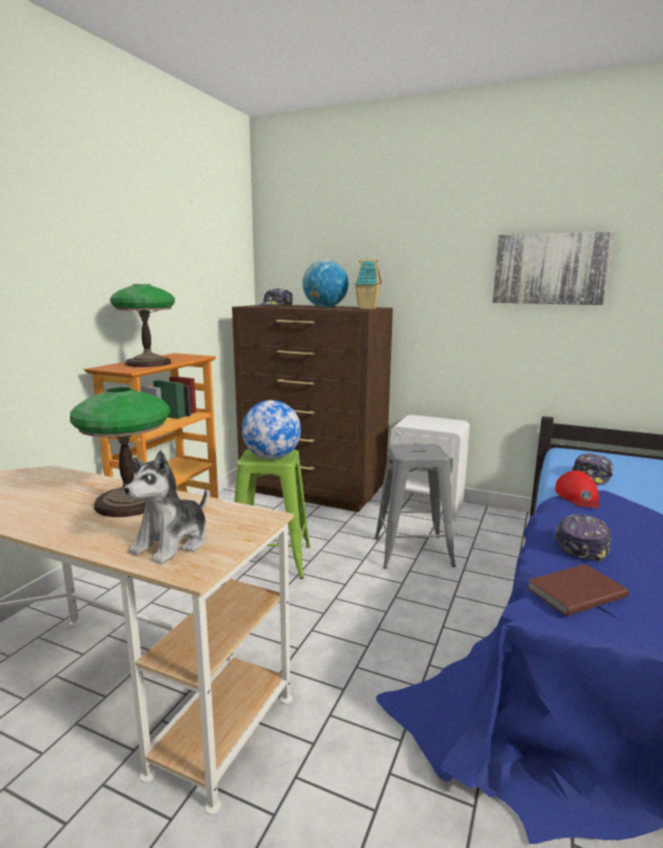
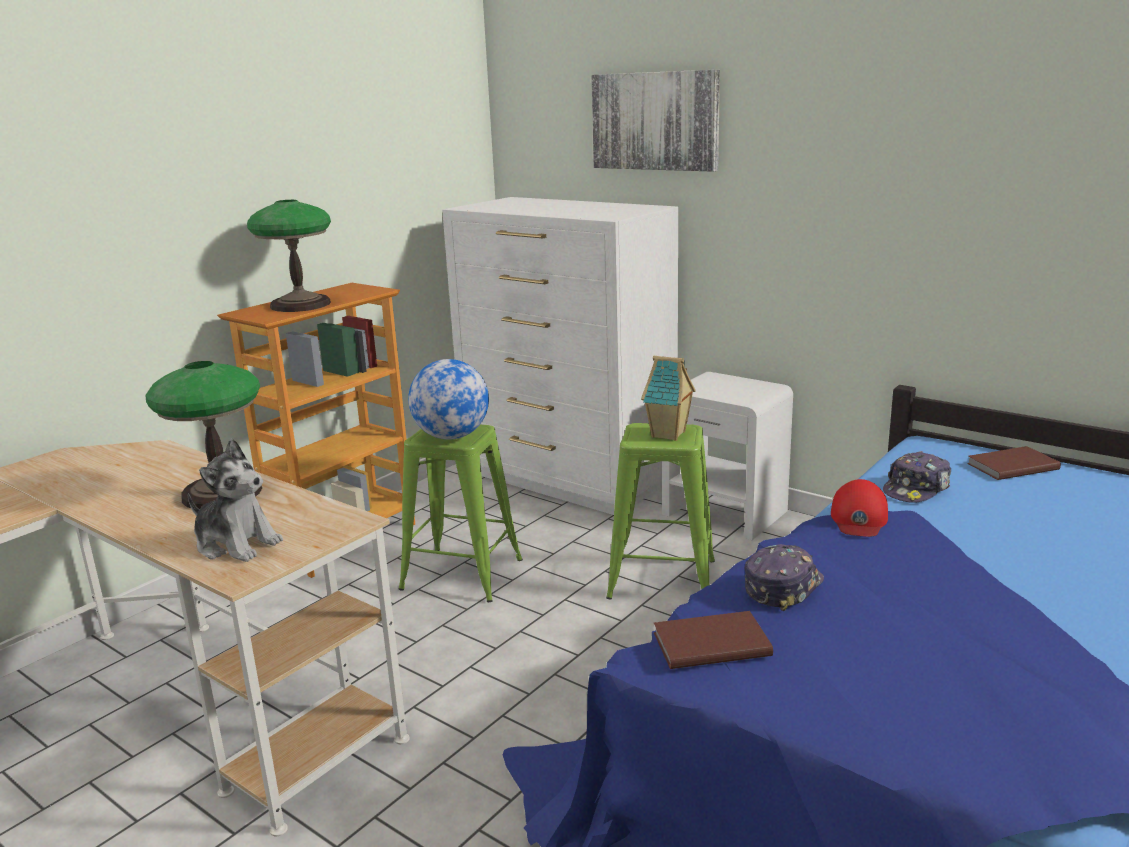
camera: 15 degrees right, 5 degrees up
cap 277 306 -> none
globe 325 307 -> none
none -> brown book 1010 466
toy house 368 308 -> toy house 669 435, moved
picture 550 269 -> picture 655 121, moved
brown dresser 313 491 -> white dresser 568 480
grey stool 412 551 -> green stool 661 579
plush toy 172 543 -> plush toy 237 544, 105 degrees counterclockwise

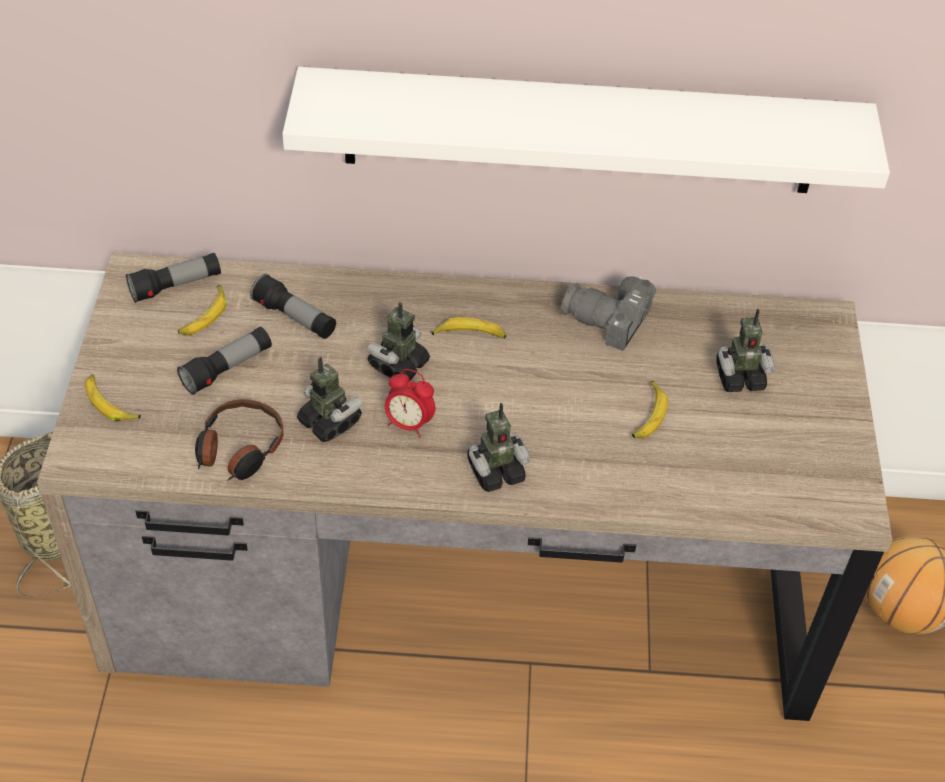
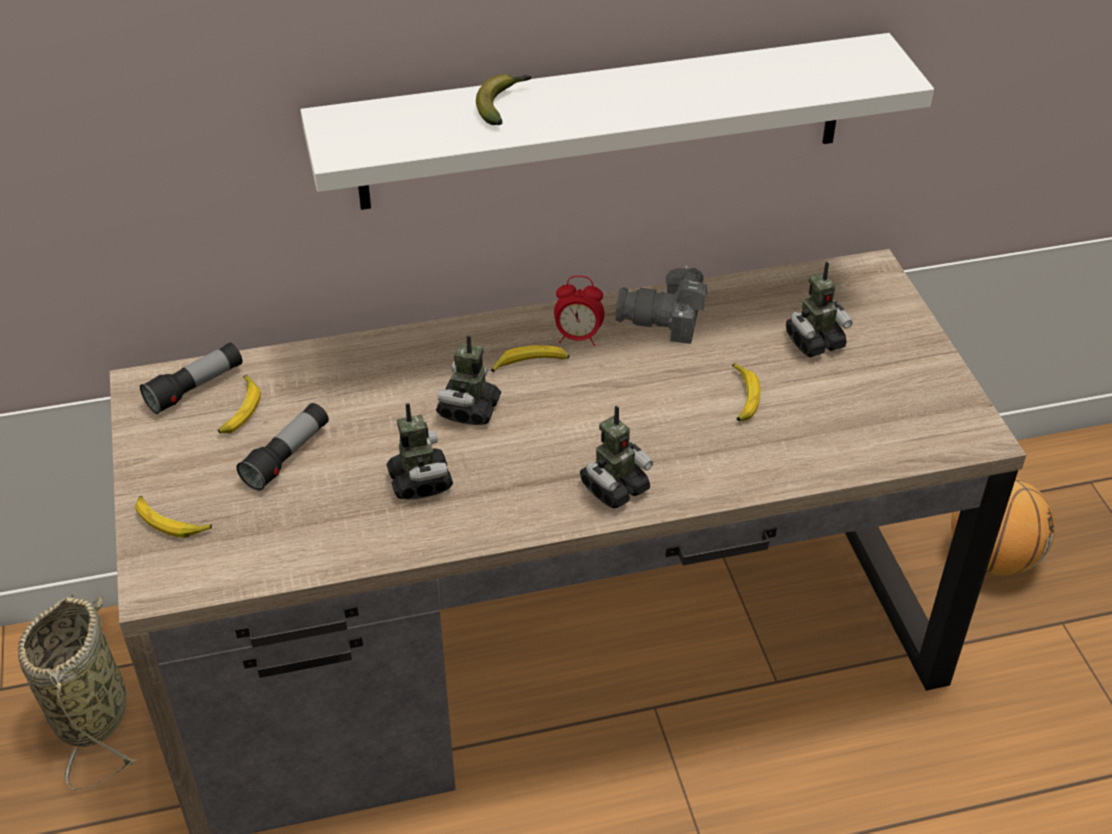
camera: 15 degrees left, 5 degrees down
headphones 239 449 -> none
flashlight 295 318 -> none
none -> banana 503 104
alarm clock 409 424 -> alarm clock 578 337, moved
toy robot 329 422 -> toy robot 420 482, 45 degrees clockwise

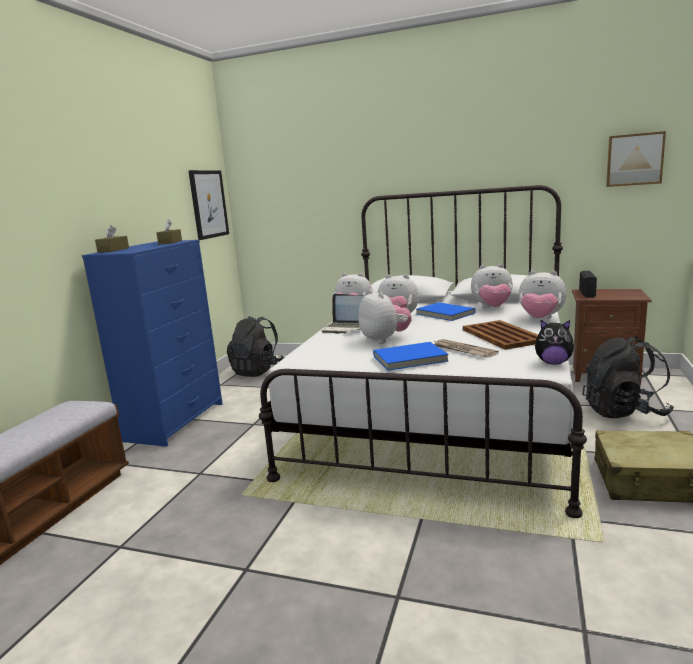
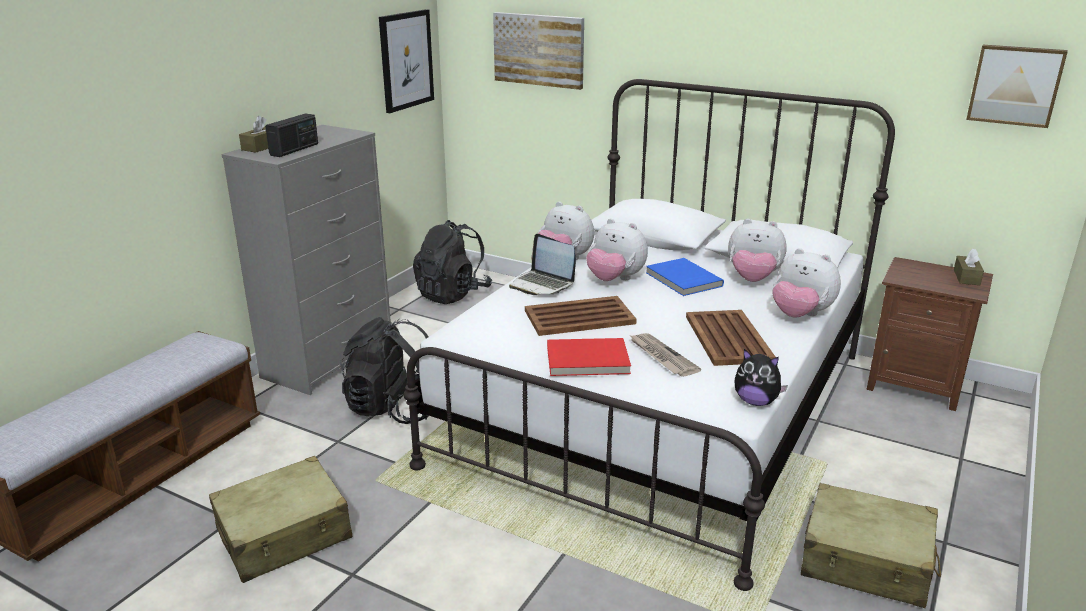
camera: 10 degrees right, 10 degrees up
none -> beige suitcase 285 534
none -> picture 539 50
brown tissue box 170 242 -> brown tissue box 966 277, moved
radio 587 293 -> radio 294 150, moved
black backpack 624 412 -> black backpack 393 408, moved
plush toy 385 340 -> brown tray 578 317
blue dresser 175 421 -> grey dresser 329 358
blue book 410 359 -> red book 587 361

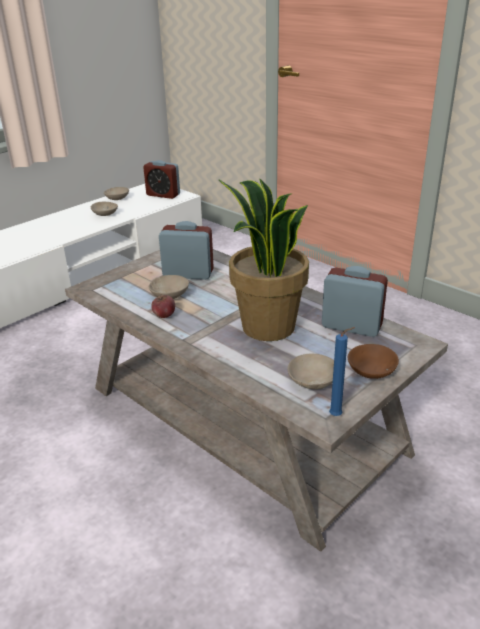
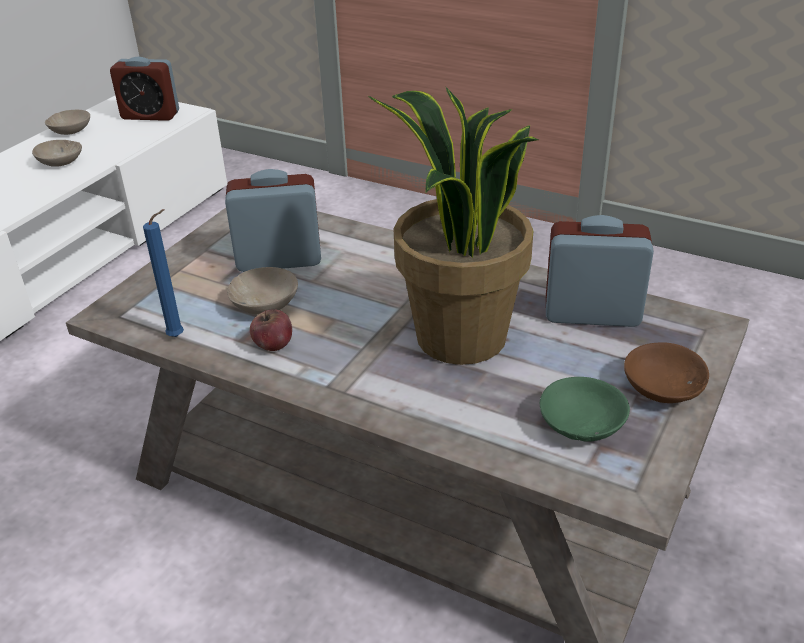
camera: 15 degrees left, 5 degrees up
blue candle 337 416 -> blue candle 179 336, moved
beige bowl 313 380 -> green bowl 582 423

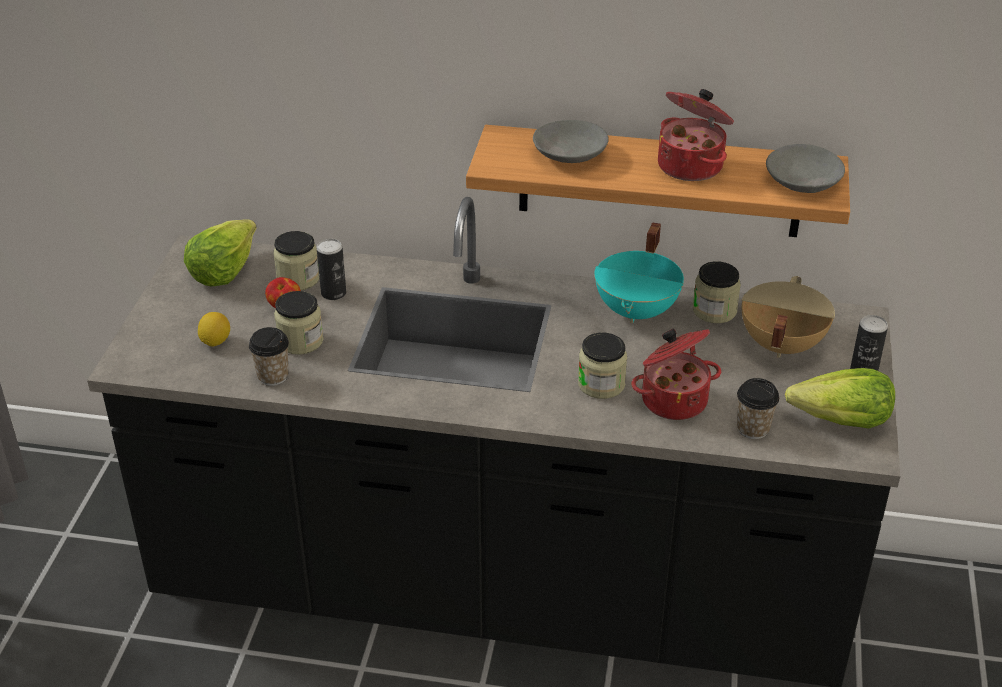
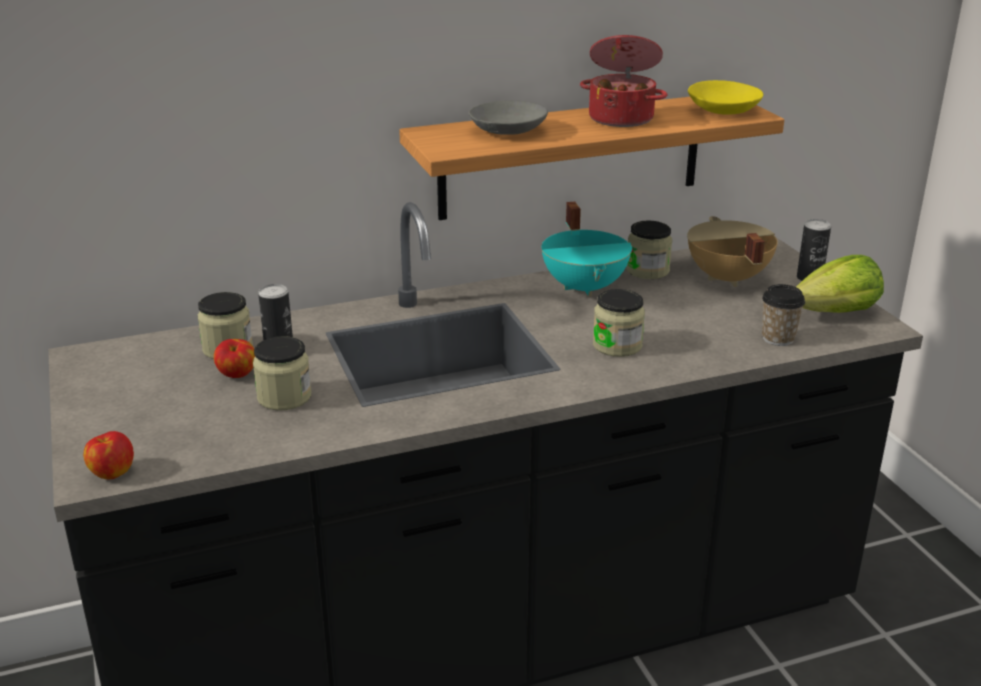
camera: 30 degrees left, 10 degrees down
lettuce 223 270 -> none
lemon 215 341 -> none
cup 273 376 -> none
cooking pot 673 399 -> none
none -> apple 112 473
grey bowl 803 182 -> yellow bowl 724 110

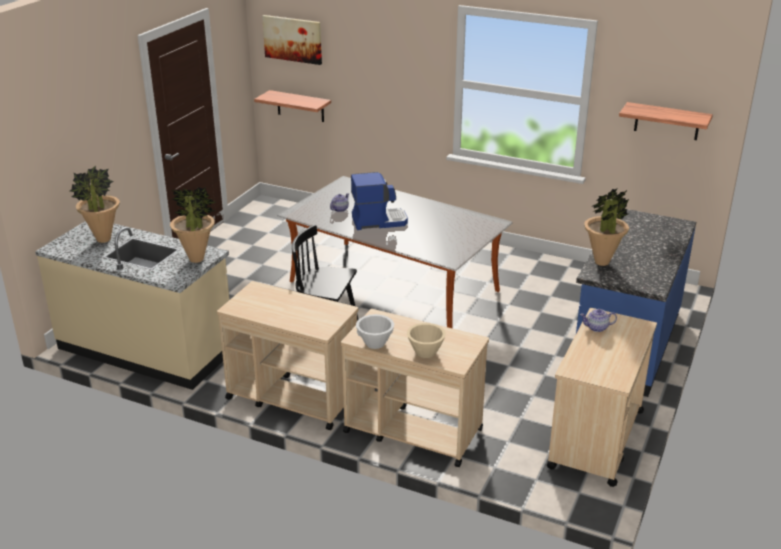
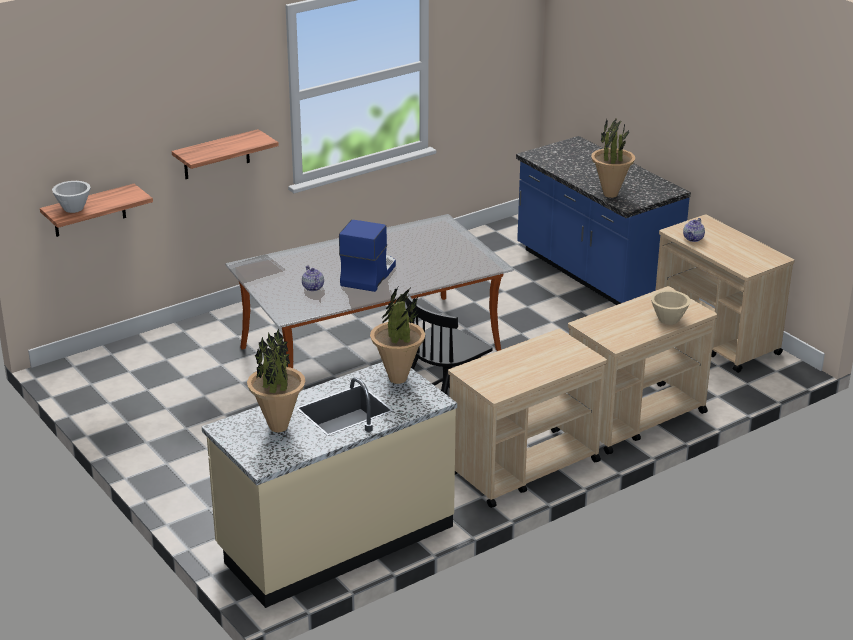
camera: 60 degrees left, 0 degrees up
picture 293 39 -> none
white bowl 375 343 -> white bowl 73 208, moved
shelf 667 121 -> shelf 216 155, moved

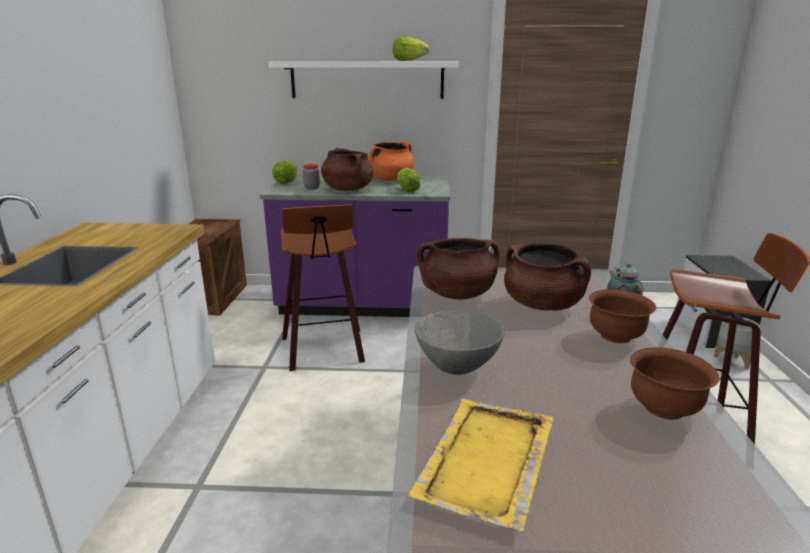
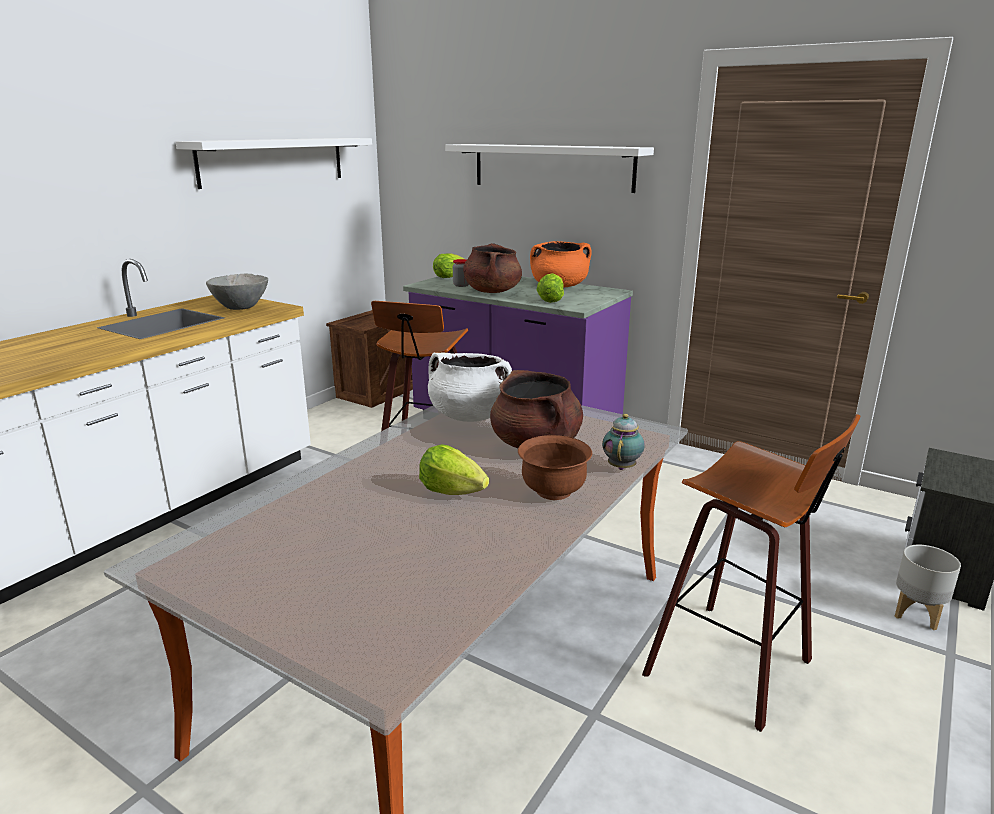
camera: 30 degrees right, 0 degrees up
yellow tray 486 462 -> none
brown bowl 664 409 -> none
none -> white shelf 273 161
lettuce 408 61 -> lettuce 452 491, moved
grey bowl 457 366 -> grey bowl 241 308, moved
brown cooking pot 457 294 -> white cooking pot 470 416

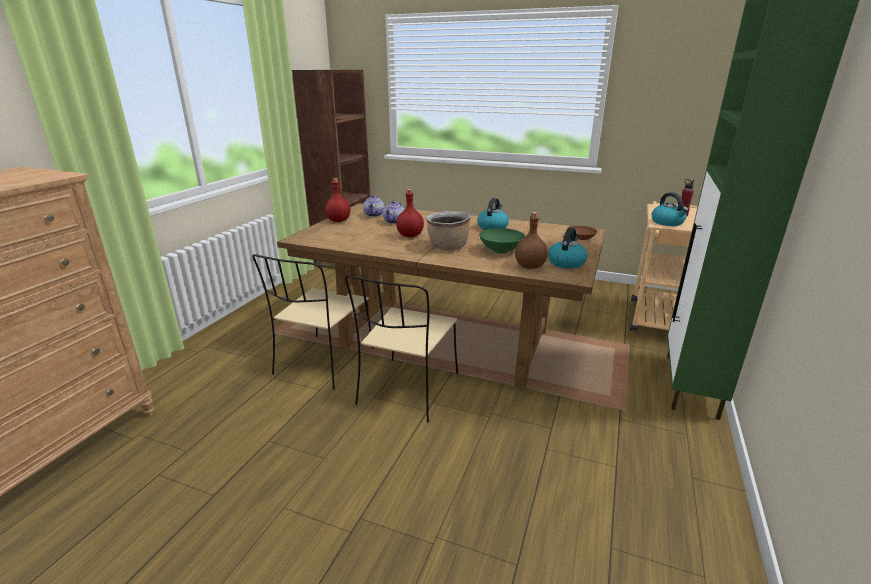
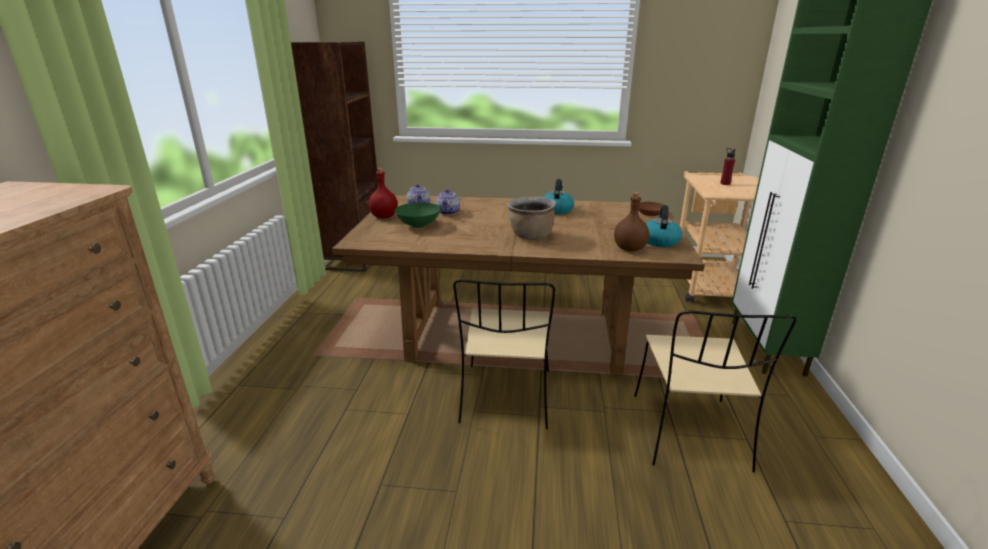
camera: 15 degrees left, 0 degrees up
red bottle 409 236 -> none
kettle 668 222 -> none
beige chair 323 363 -> beige chair 690 433, moved
green bowl 500 251 -> green bowl 418 225, moved

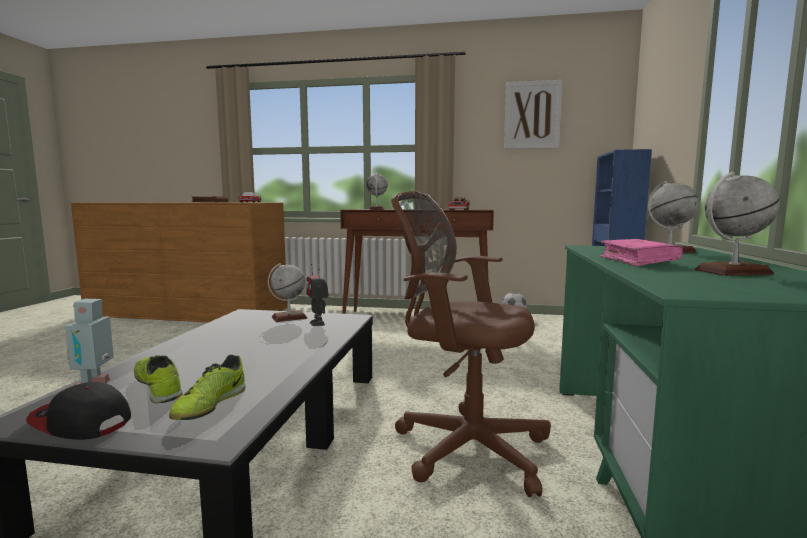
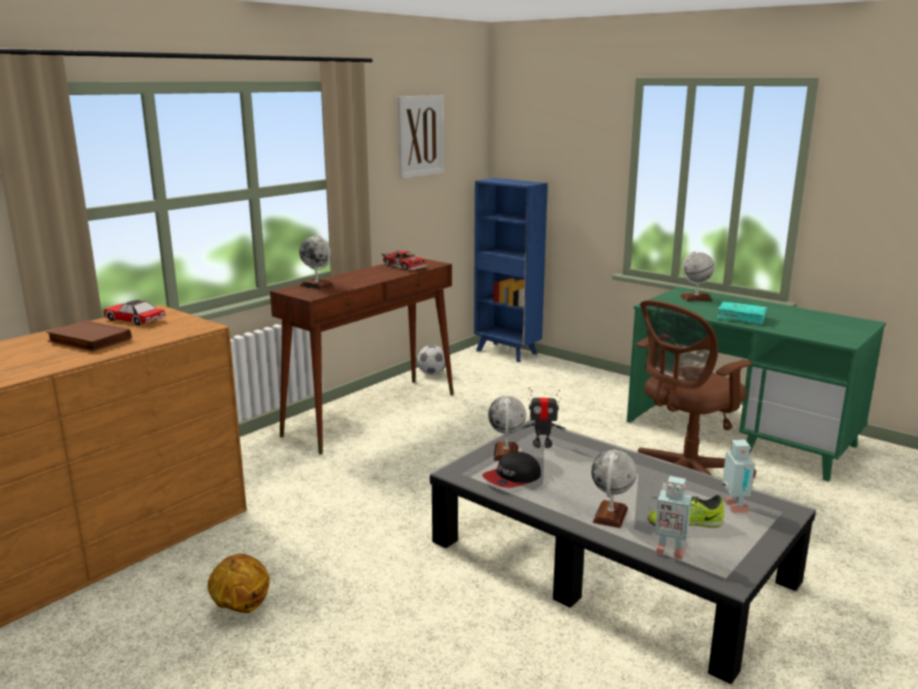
camera: 60 degrees left, 10 degrees up
none -> basketball 241 607
cap 80 421 -> cap 512 478, moved
globe 732 272 -> globe 610 515, moved
shoe 210 406 -> toy robot 733 507
pink book 637 261 -> turquoise book 741 318

